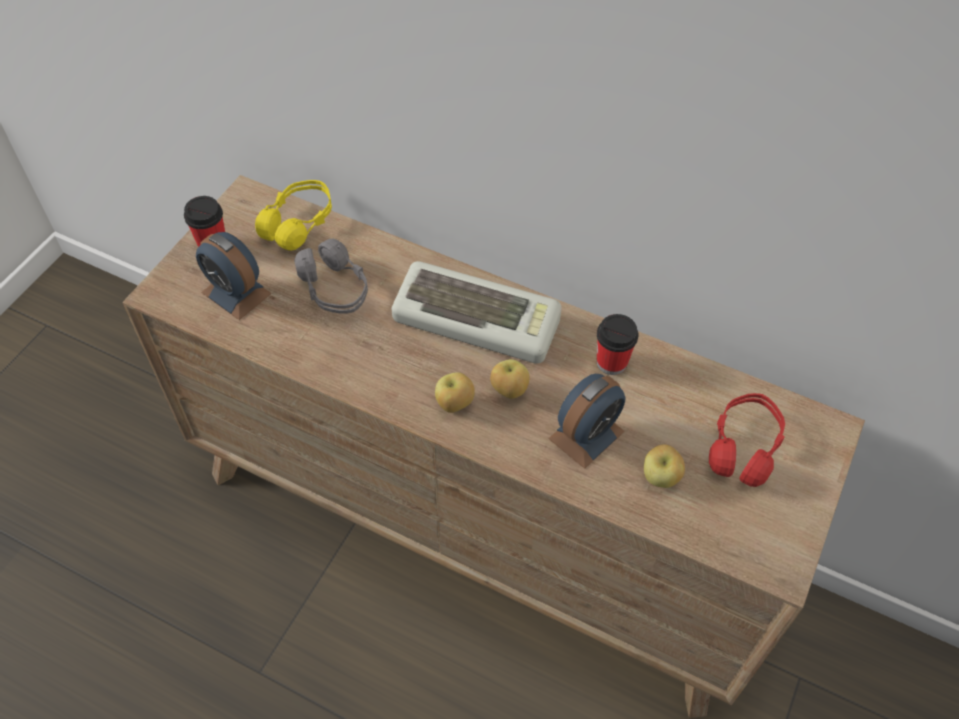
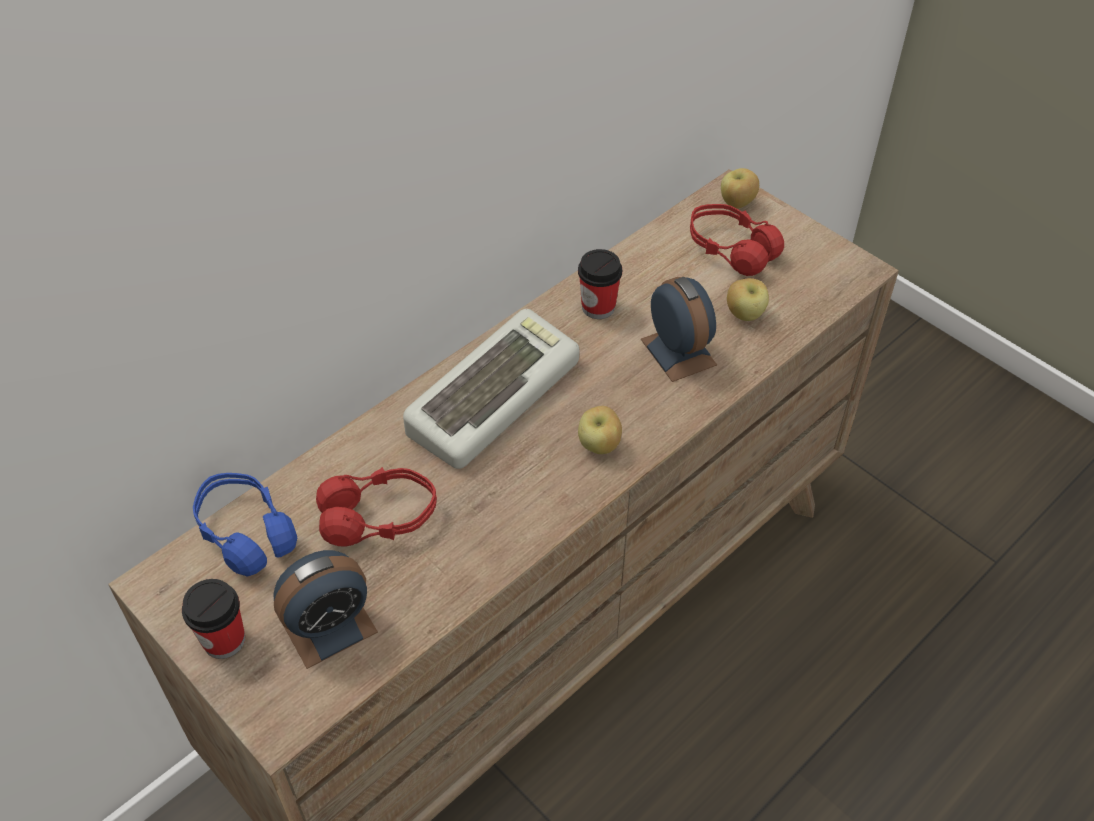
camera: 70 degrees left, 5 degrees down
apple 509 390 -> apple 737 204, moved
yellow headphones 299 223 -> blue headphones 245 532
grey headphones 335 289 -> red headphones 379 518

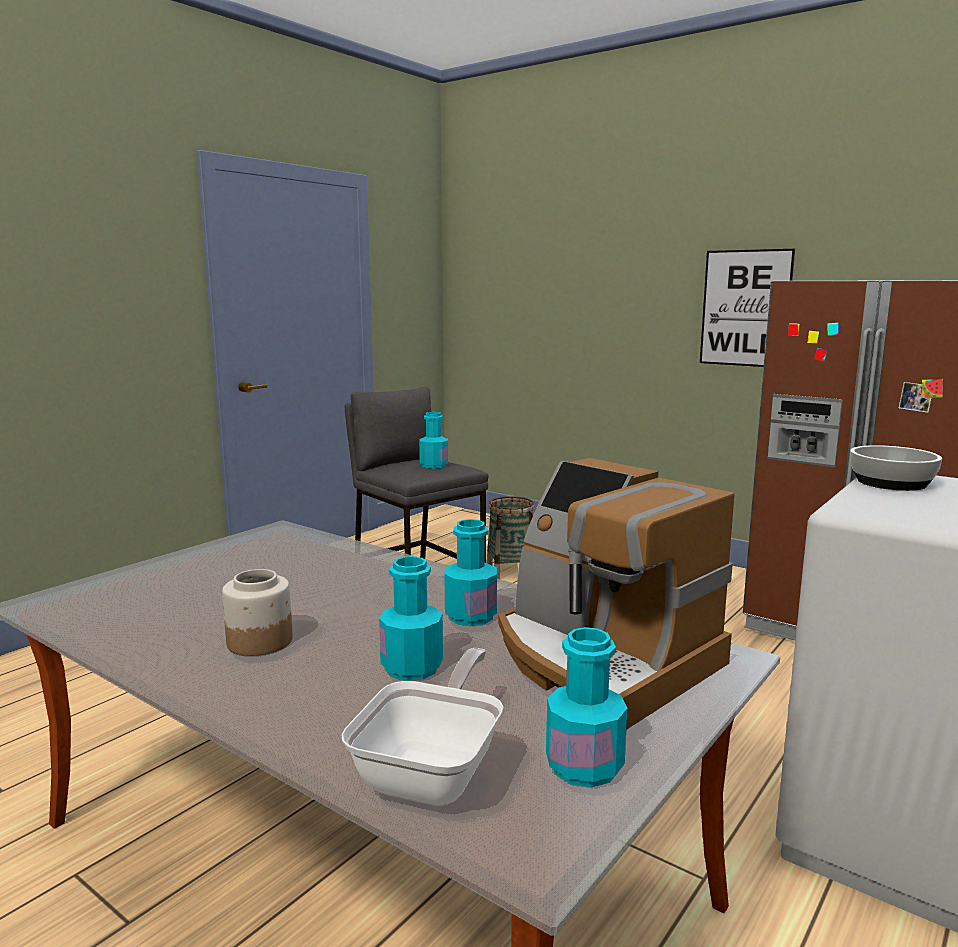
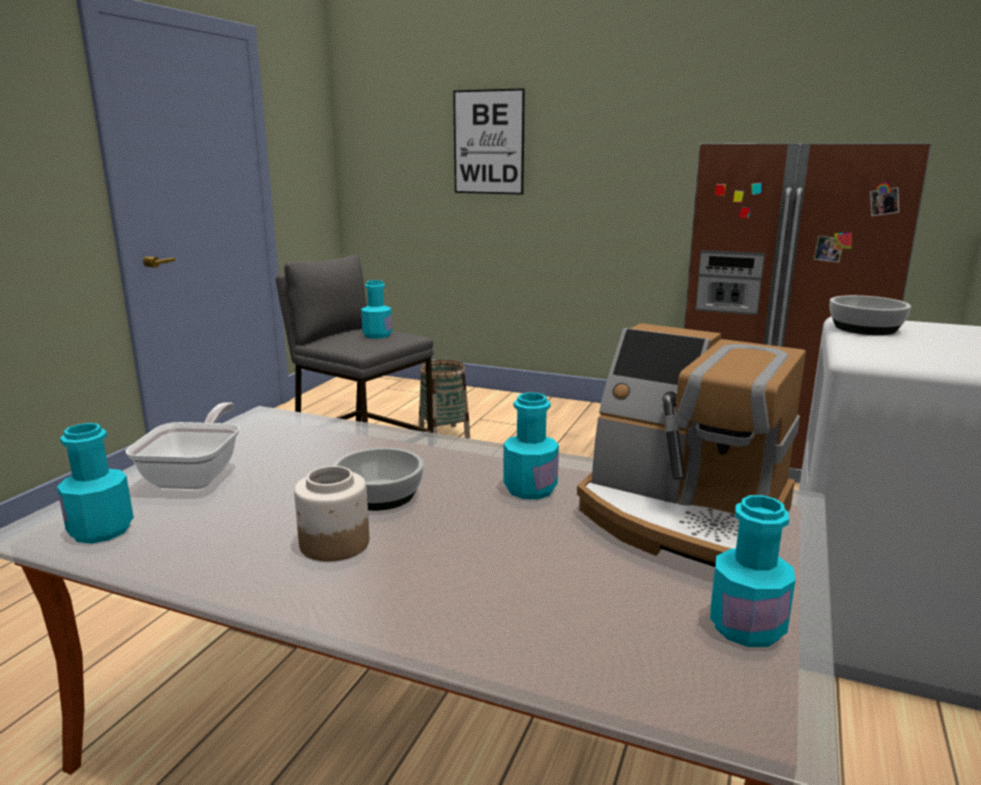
camera: 15 degrees left, 5 degrees up
none -> bowl 380 495
frying pan 434 771 -> frying pan 197 475, moved
turquoise bottle 412 668 -> turquoise bottle 101 530, moved
picture 745 308 -> picture 488 142, moved

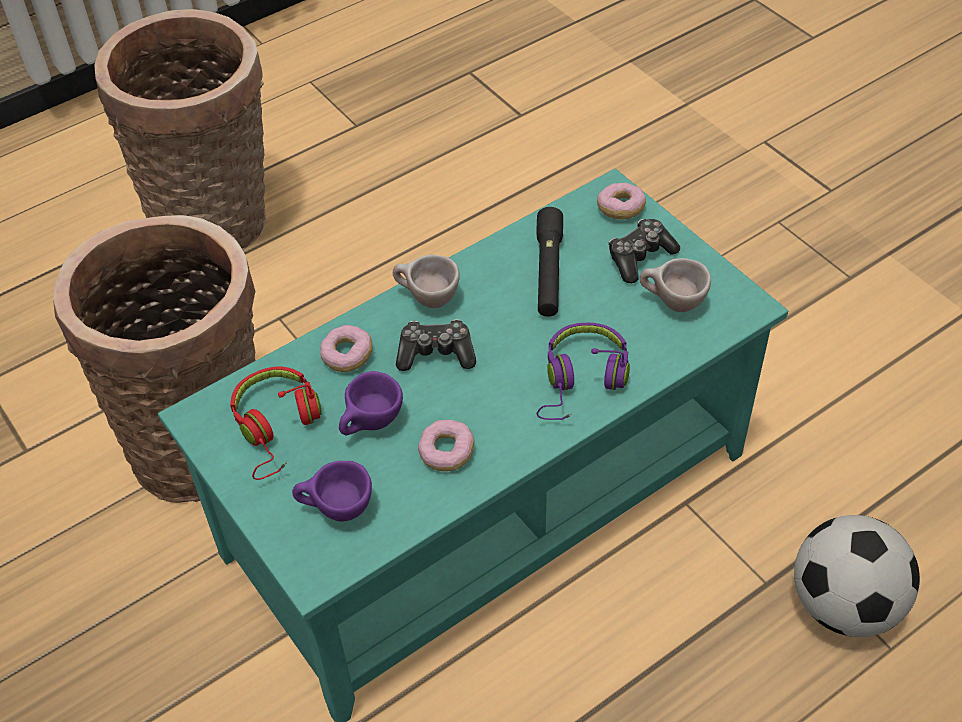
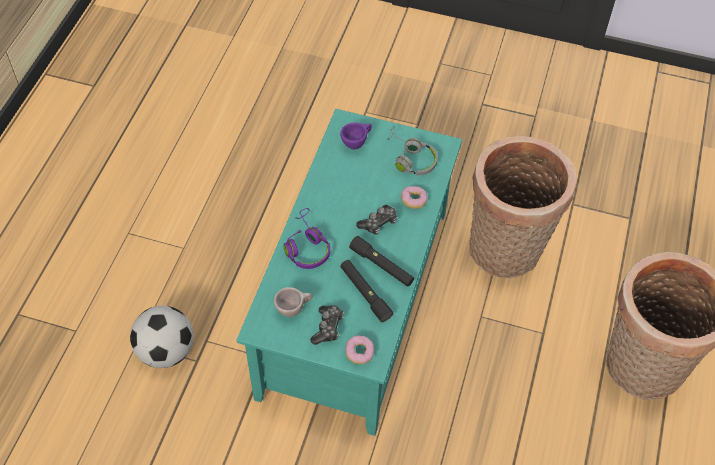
camera: 140 degrees right, 5 degrees up
purple cup 371 426 -> none
beige cup 426 300 -> none
donut 447 453 -> none
none -> black flashlight 381 266
red headphones 277 428 -> grey headphones 410 158

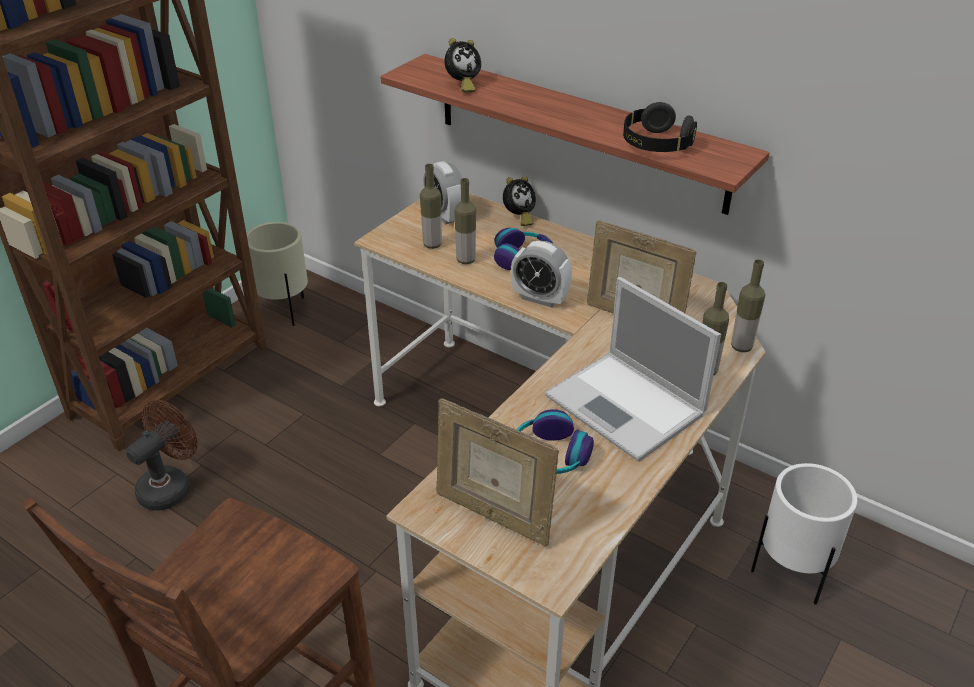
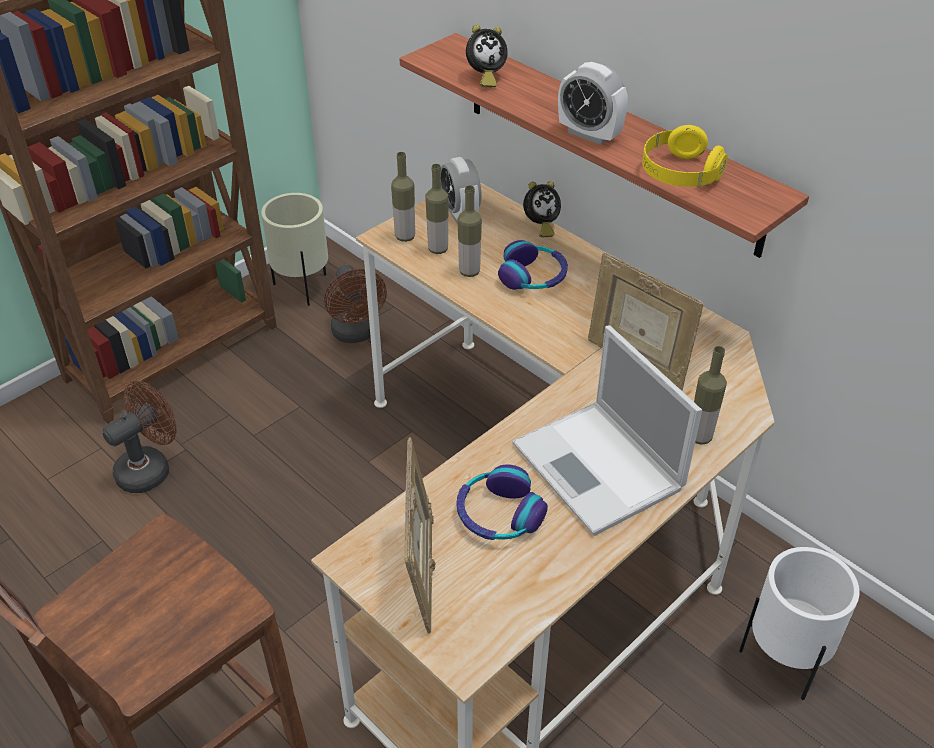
camera: 10 degrees right, 5 degrees up
none -> brown fan 356 334
alarm clock 540 298 -> alarm clock 589 134, moved
bottle 741 347 -> bottle 405 237, moved
black headphones 656 145 -> yellow headphones 679 174
picture frame 493 514 -> picture frame 421 575, 135 degrees counterclockwise

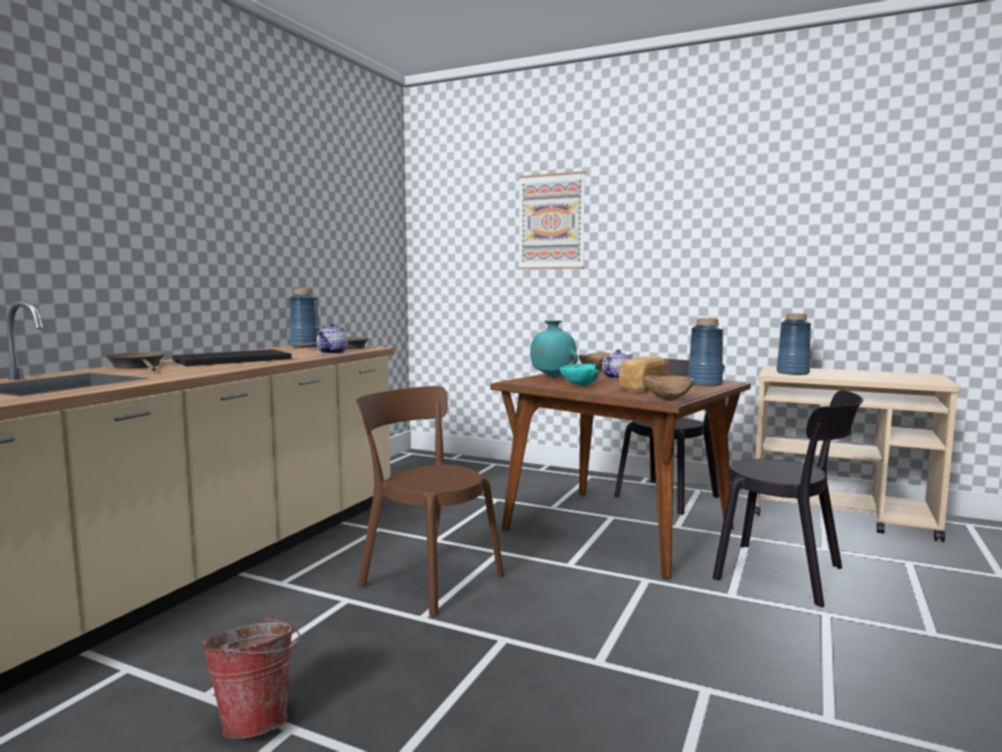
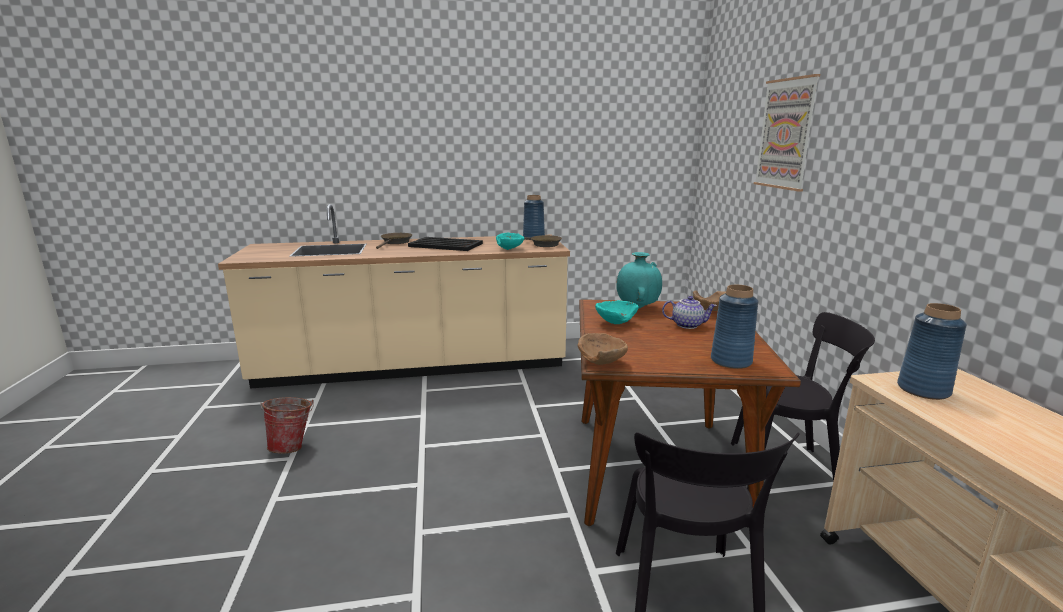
camera: 55 degrees right, 10 degrees up
brown chair 427 579 -> none
bread 646 388 -> none
teapot 333 353 -> turquoise bowl 510 249

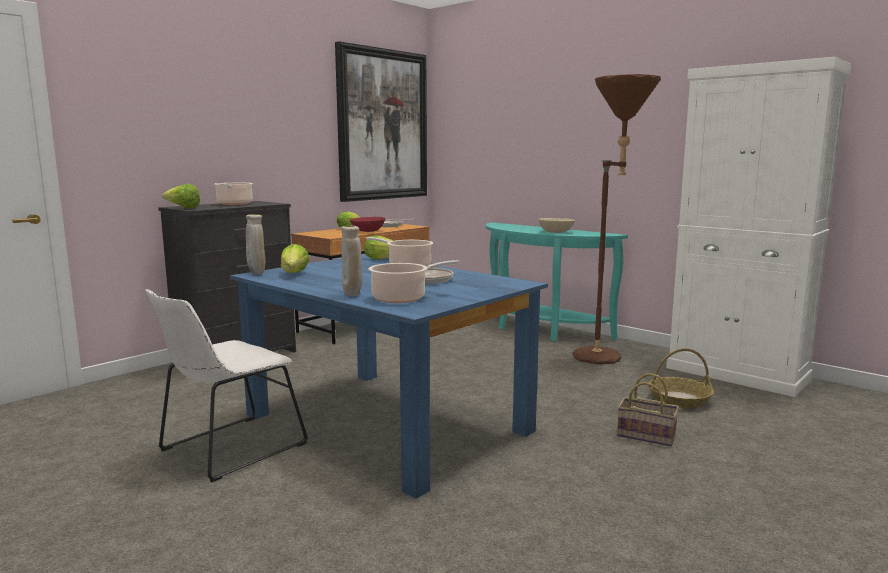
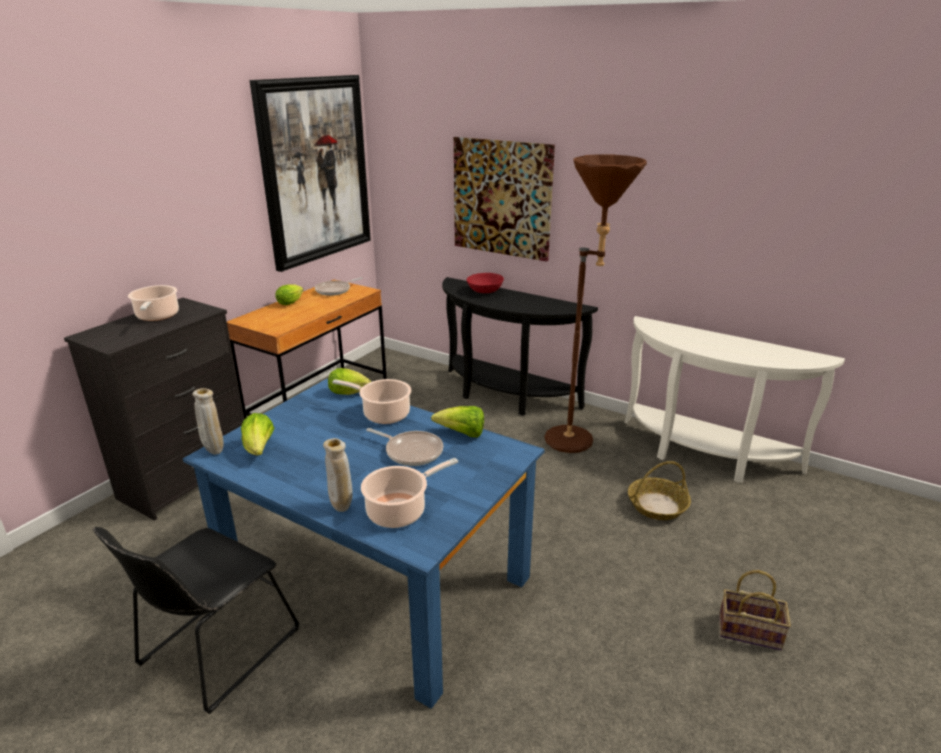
camera: 10 degrees left, 15 degrees up
beige bowl 556 232 -> none
none -> picture 502 198
lettuce 182 208 -> lettuce 462 434, moved
red bowl 368 231 -> red bowl 485 291, moved
basket 648 435 -> basket 751 631, moved
white cabinet 737 374 -> white console table 704 456
white chair 228 449 -> black chair 214 651
turquoise console table 539 330 -> black console table 504 396

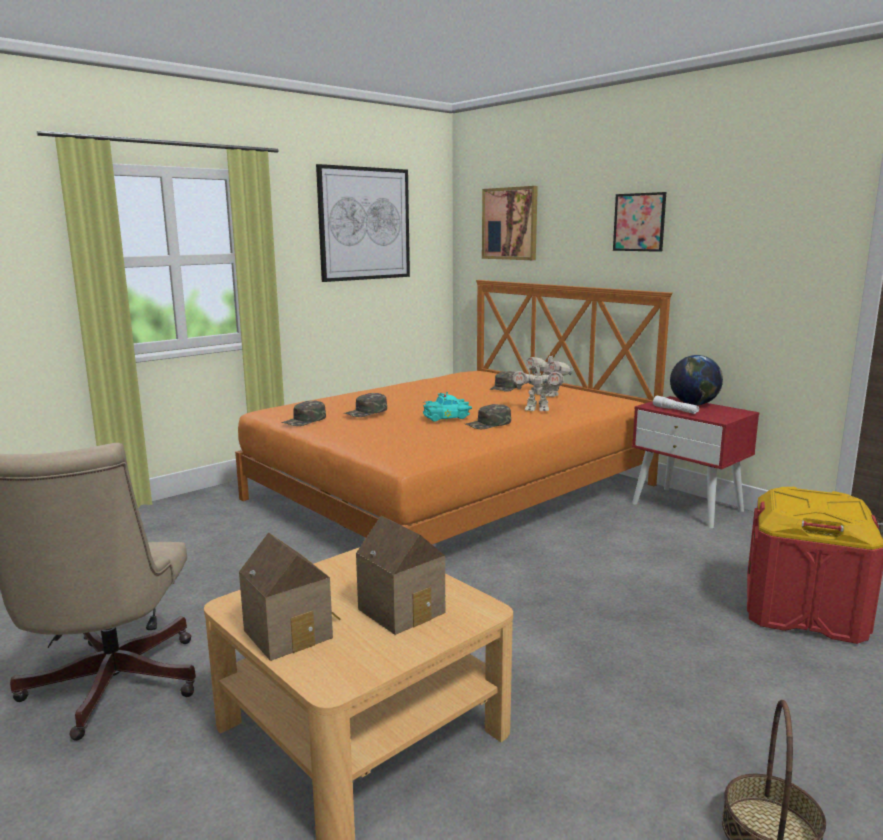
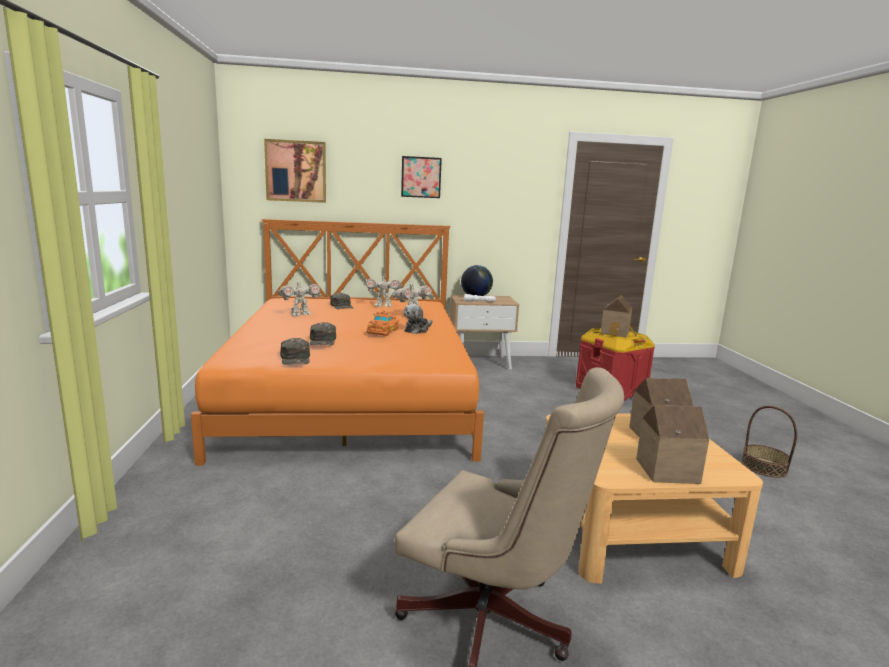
camera: 55 degrees left, 0 degrees up
picture 364 224 -> none
none -> toy robot 300 314
none -> toy house 616 333
green cap 488 424 -> plush toy 417 330
turquoise toy car 447 417 -> orange toy car 383 331
red nightstand 688 507 -> beige nightstand 480 362

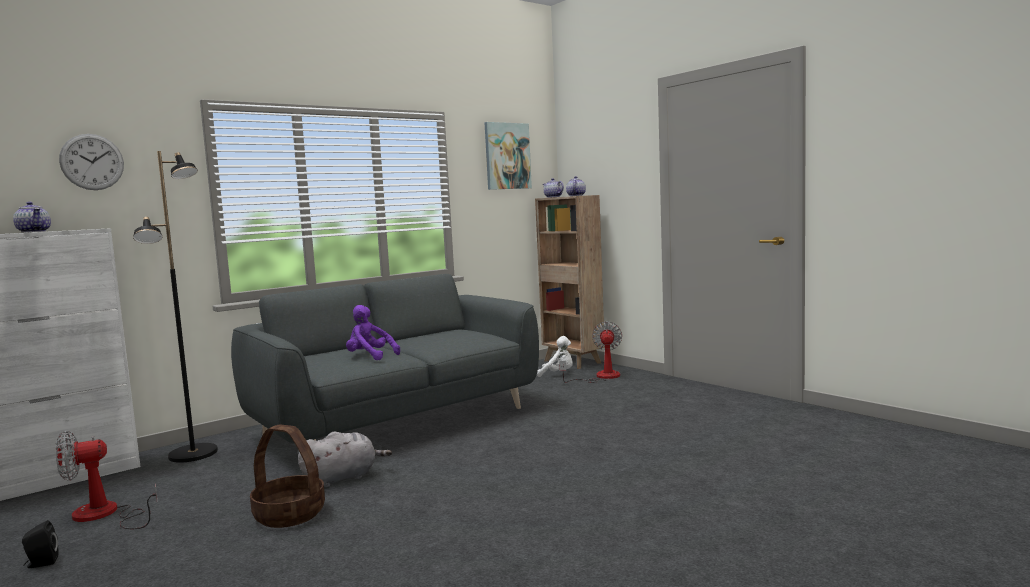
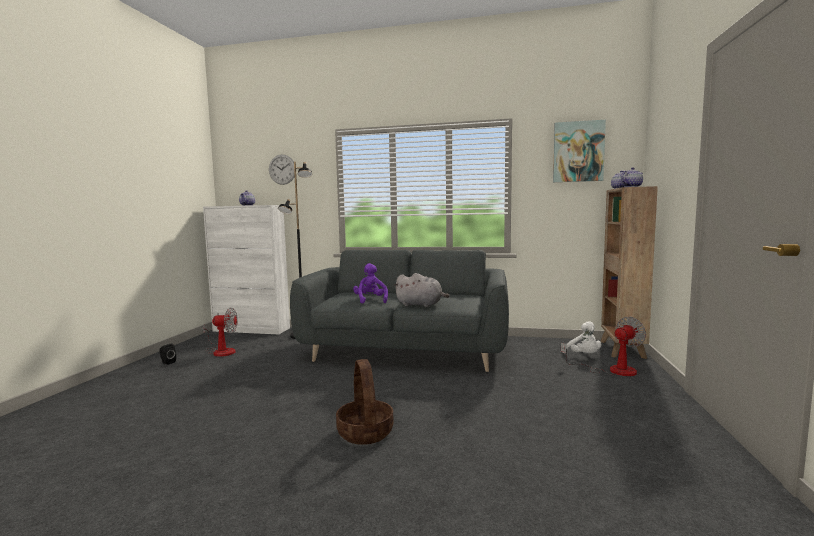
camera: 50 degrees right, 0 degrees up
basket 290 514 -> basket 365 432, moved
grey plush toy 343 478 -> grey plush toy 421 305, moved
fan 105 515 -> fan 221 351, 150 degrees clockwise

